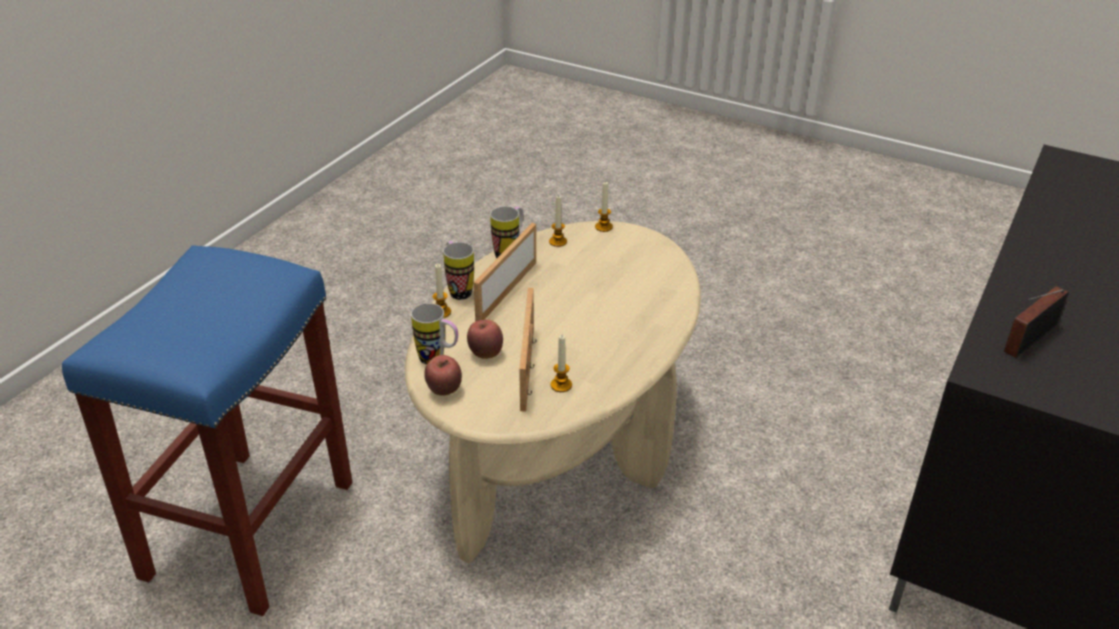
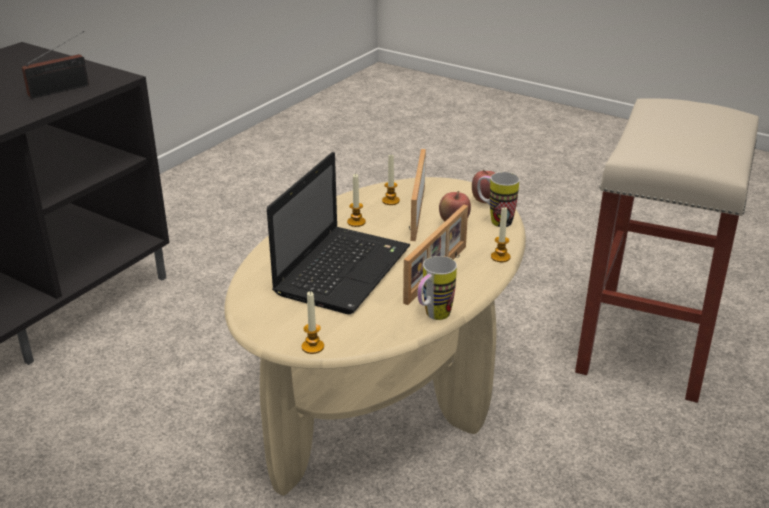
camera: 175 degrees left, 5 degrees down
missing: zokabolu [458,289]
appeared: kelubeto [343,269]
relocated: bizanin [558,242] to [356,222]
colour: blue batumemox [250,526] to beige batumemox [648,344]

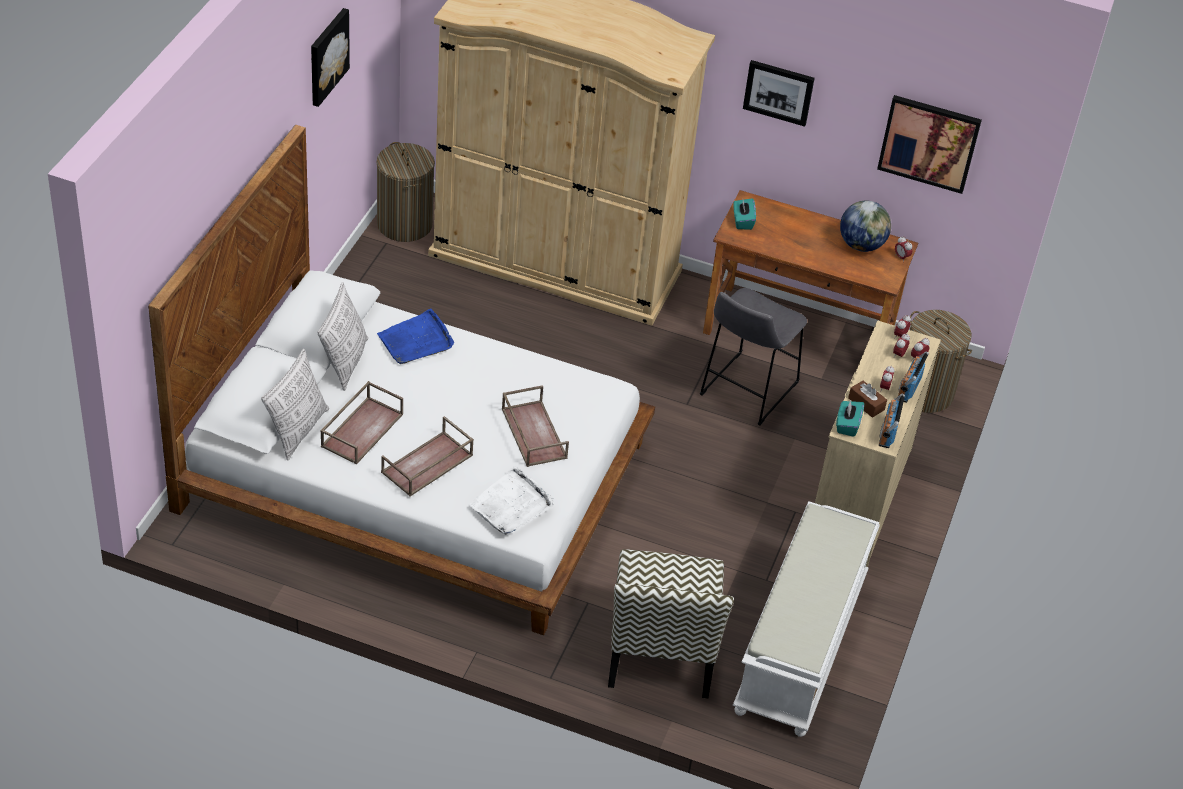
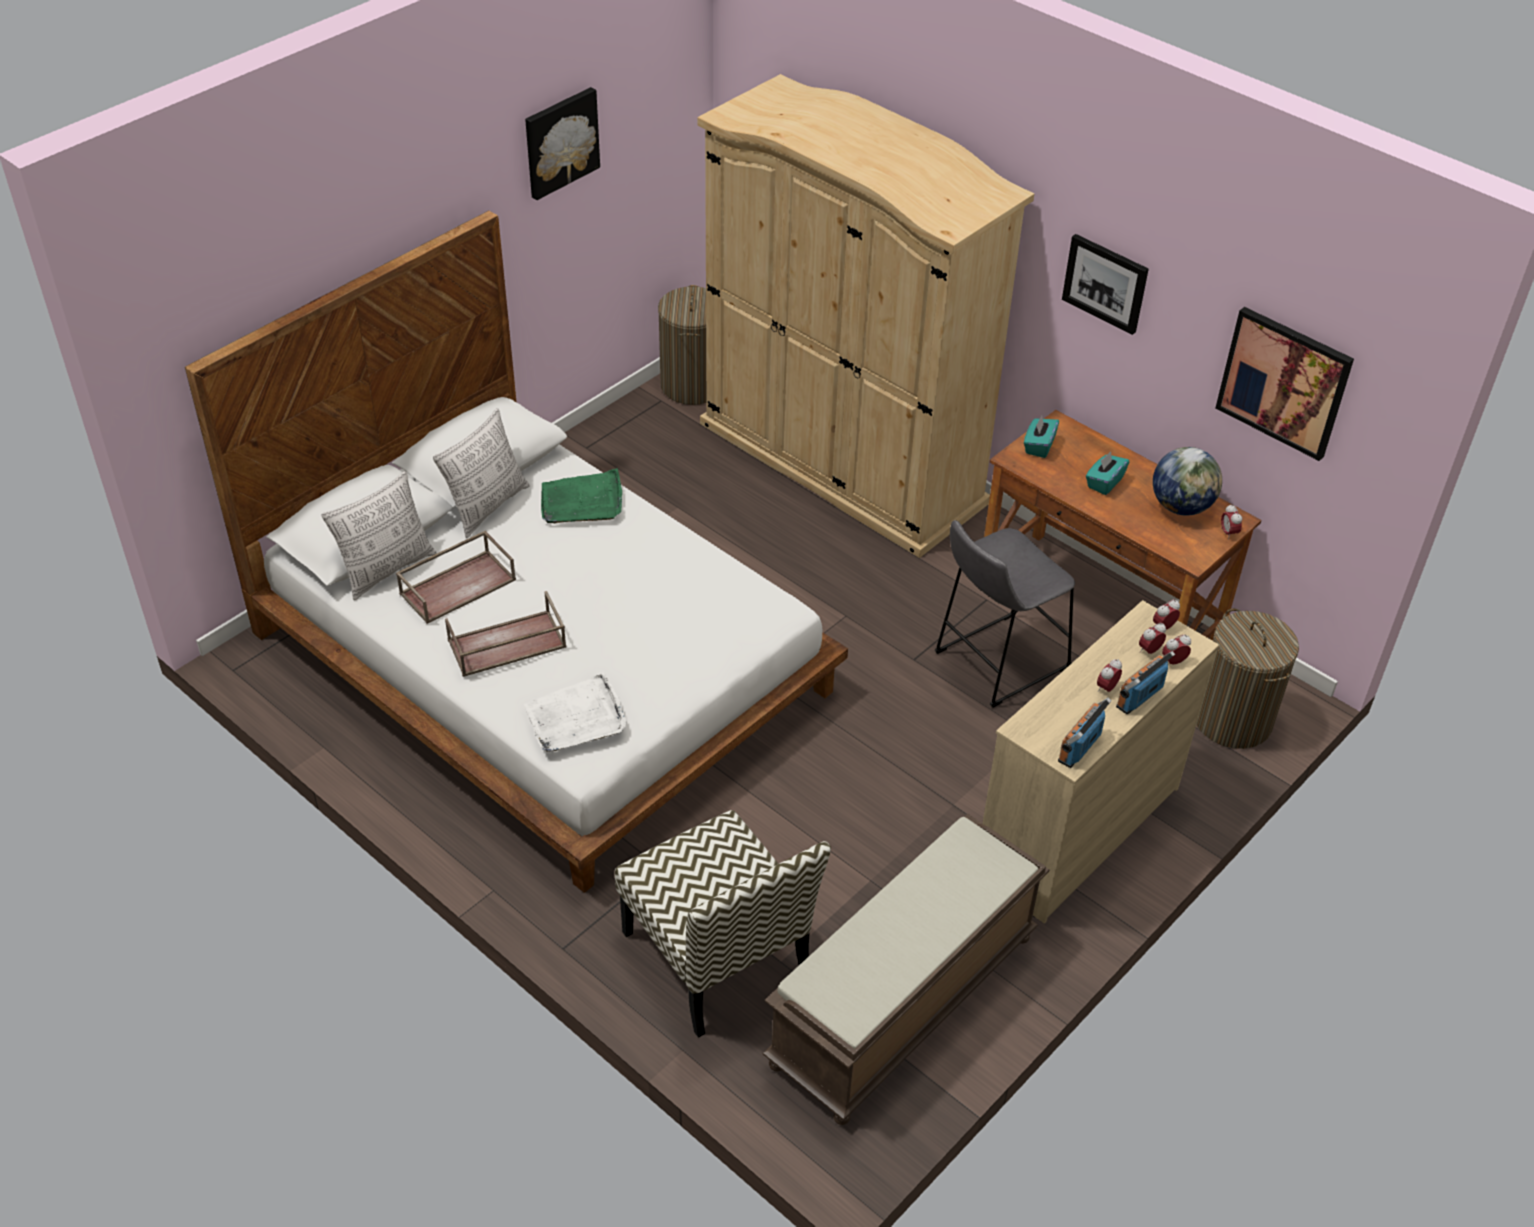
camera: 25 degrees right, 0 degrees up
missing: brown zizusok [533,433]; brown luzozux [866,404]
relocated: turquoise luzozux [847,425] to [1104,483]
colour: blue zizusok [416,341] to green zizusok [582,501]; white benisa [801,646] to brown benisa [903,1003]
spun: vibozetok [661,651] = [718,956] 60 degrees counterclockwise

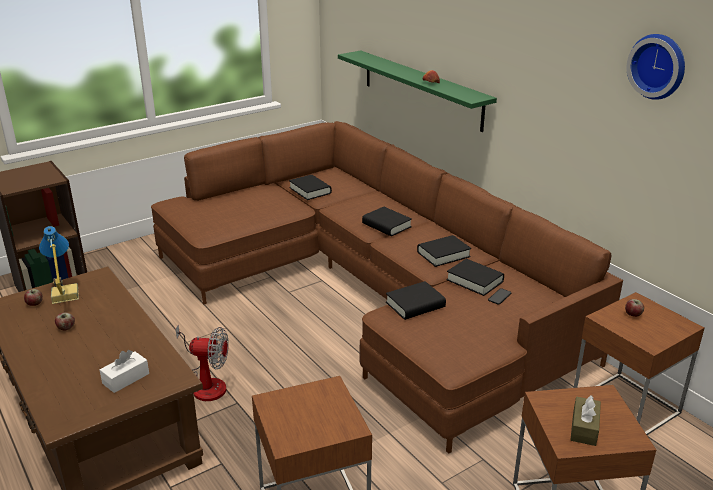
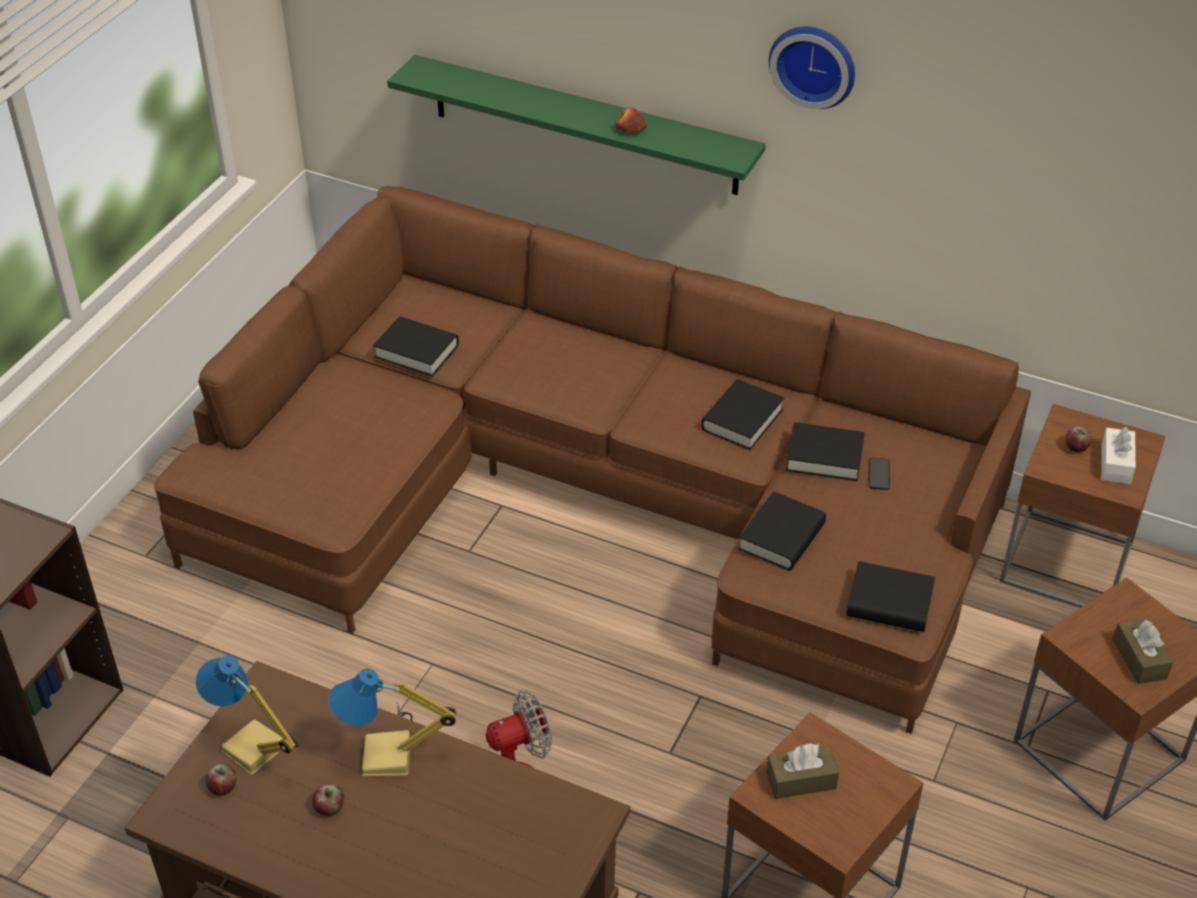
camera: 30 degrees left, 15 degrees up
appeared: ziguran [387,758]; brown luzozux [801,780]
relocated: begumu [658,66] to [814,64]; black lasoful [386,225] to [889,603]; white luzozux [126,378] to [1115,464]

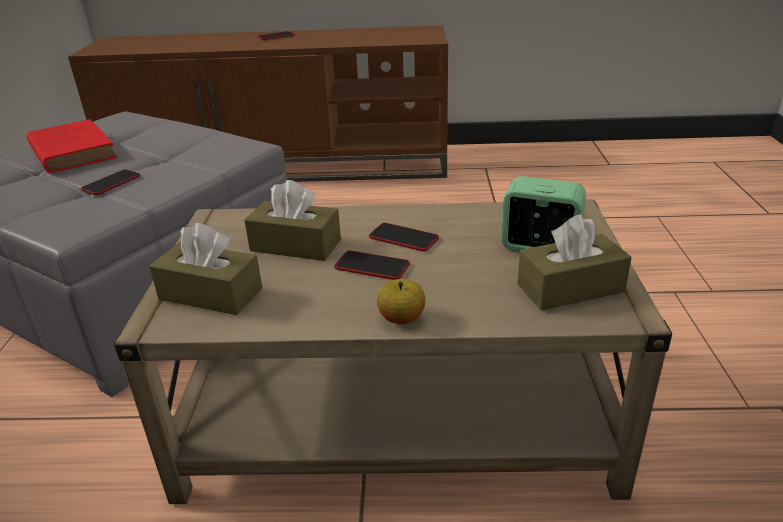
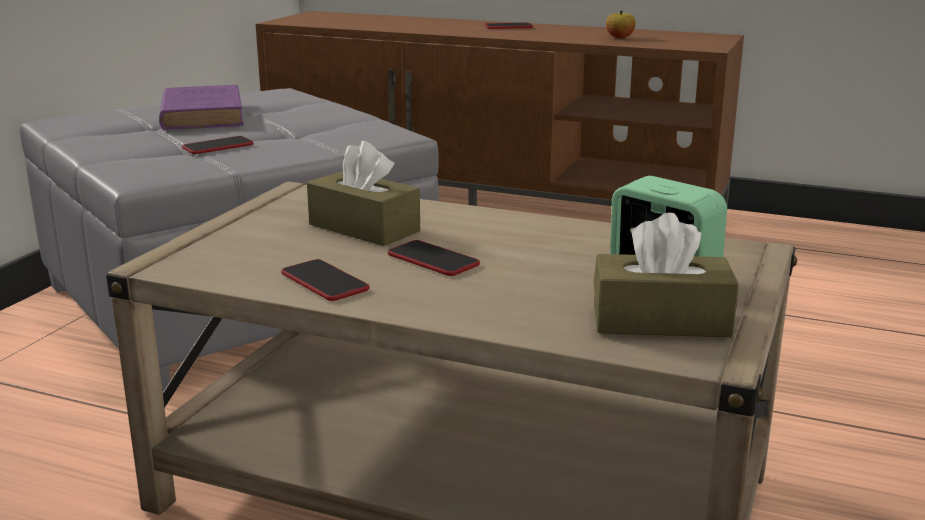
camera: 20 degrees right, 10 degrees down
missing: brown luzozux [210,294]
relocated: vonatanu [403,238] to [324,282]; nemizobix [401,319] to [619,37]
colour: red lasoful [72,151] to purple lasoful [202,114]

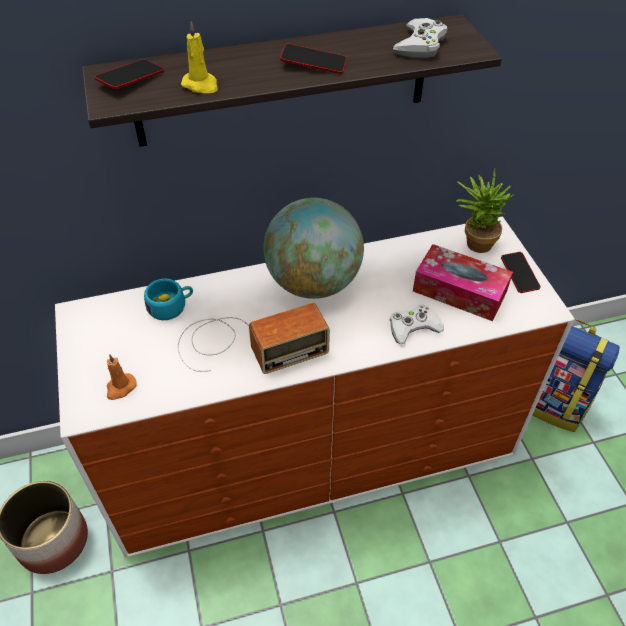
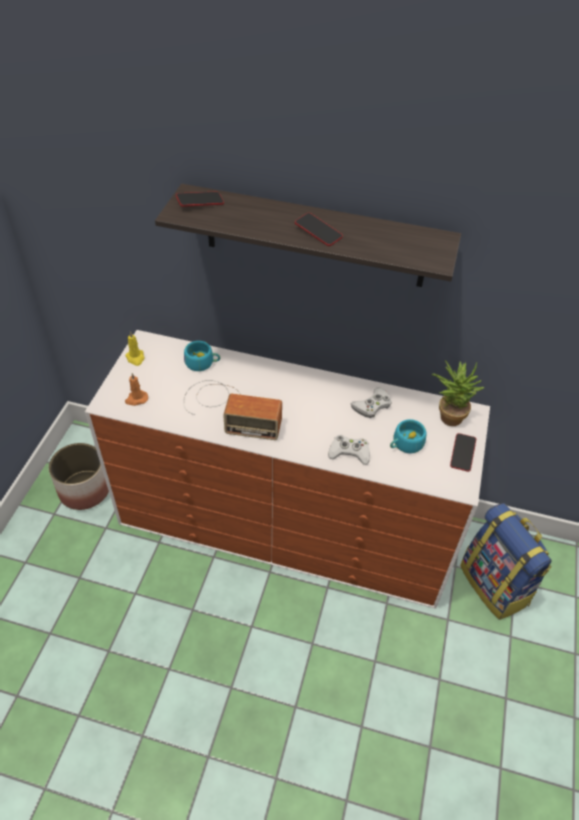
camera: 30 degrees right, 0 degrees up
missing: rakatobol [313,283]
relocated: yellow bizanin [201,85] to [135,358]; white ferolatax [420,45] to [372,406]
exchanged: luzozux [459,291] to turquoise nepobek [405,444]

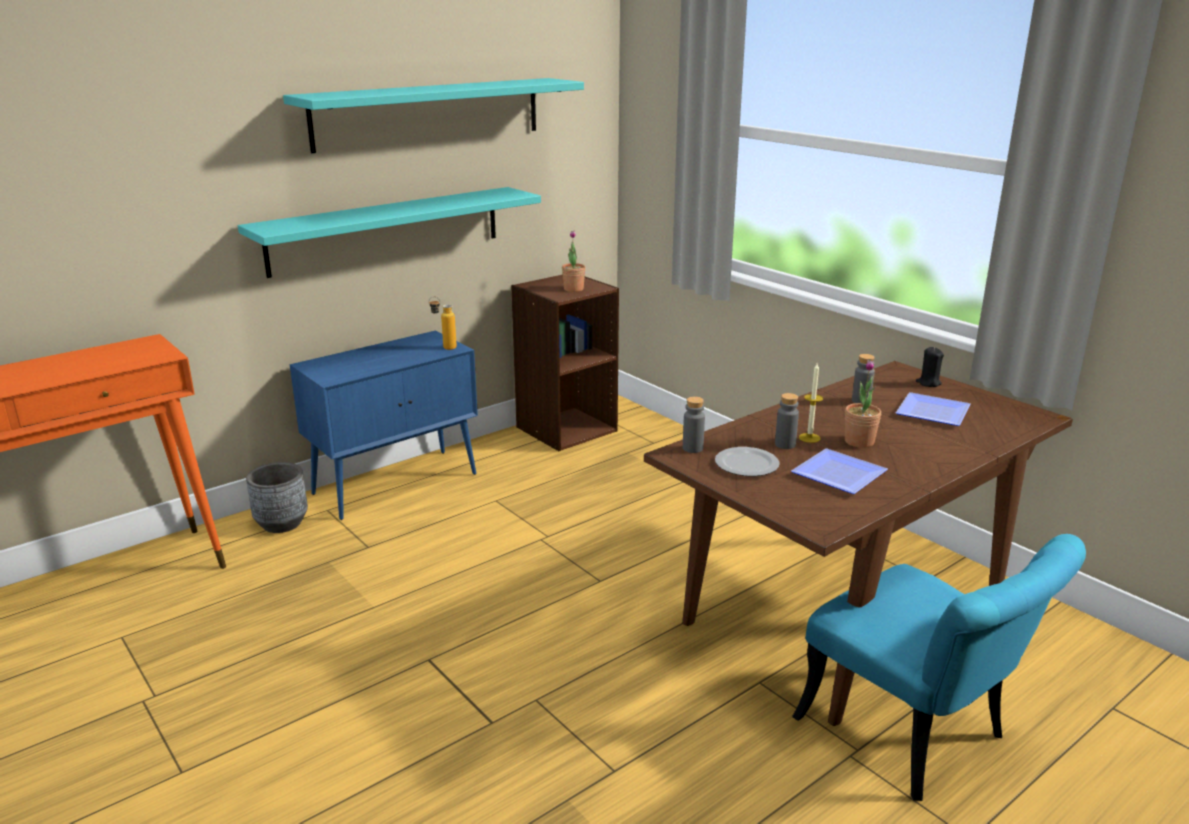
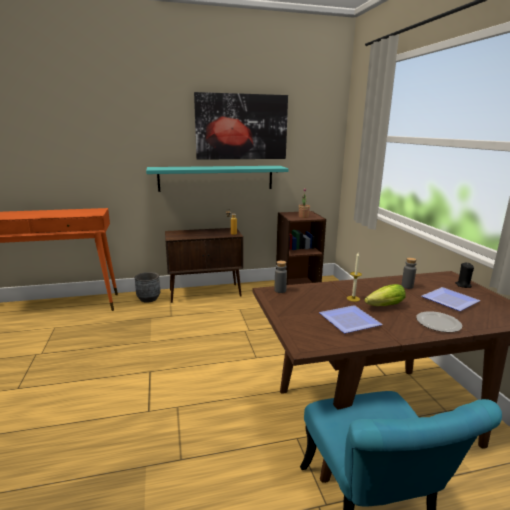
camera: 25 degrees right, 5 degrees down
missing: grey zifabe [785,444]
relocated: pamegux [746,465] to [437,323]
exchanged: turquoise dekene [429,113] to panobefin [241,127]; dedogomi [859,442] to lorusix [382,306]
colour: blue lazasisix [397,483] to brown lazasisix [205,293]

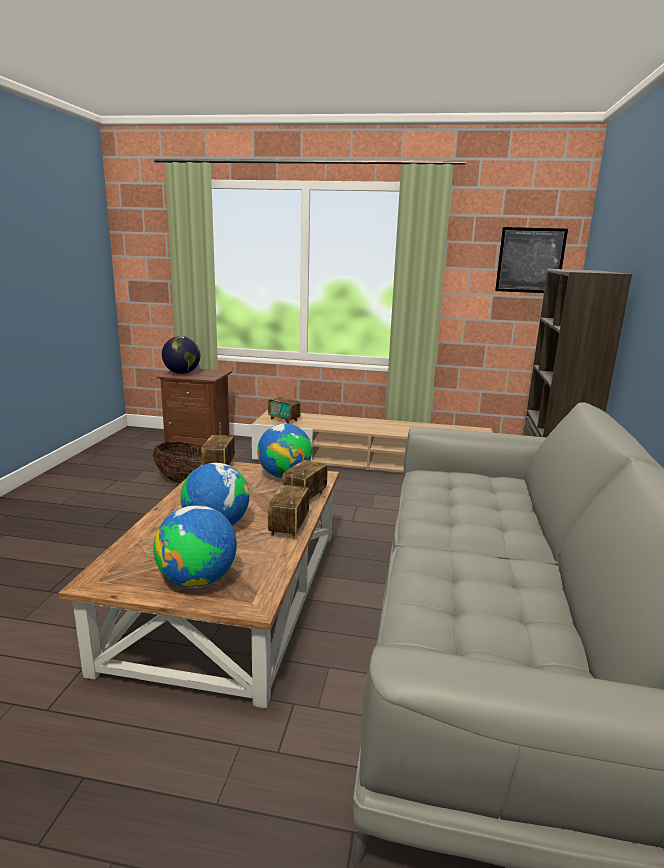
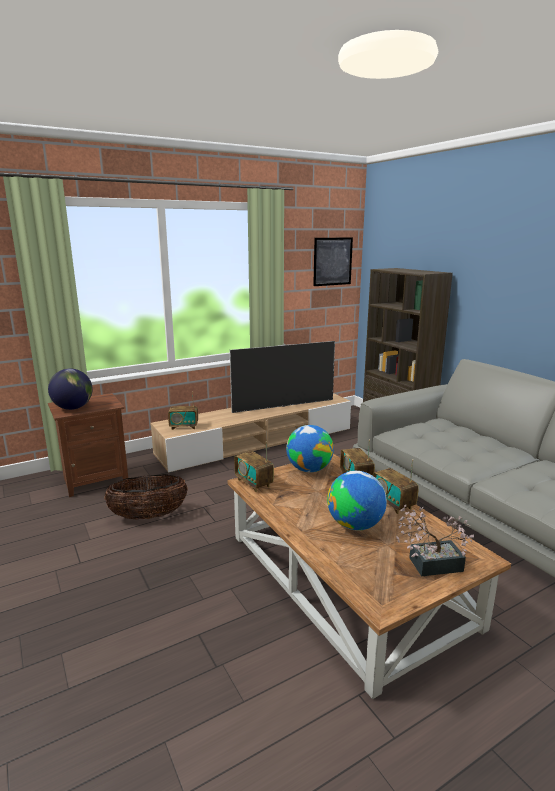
camera: 40 degrees left, 0 degrees up
appeared: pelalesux [283,406]
exchanged: rakatobol [198,580] to dedogomi [429,564]

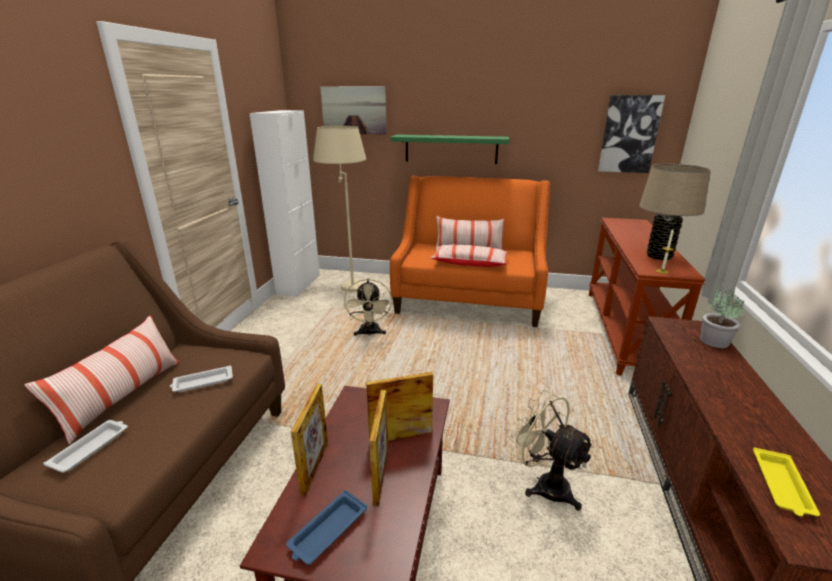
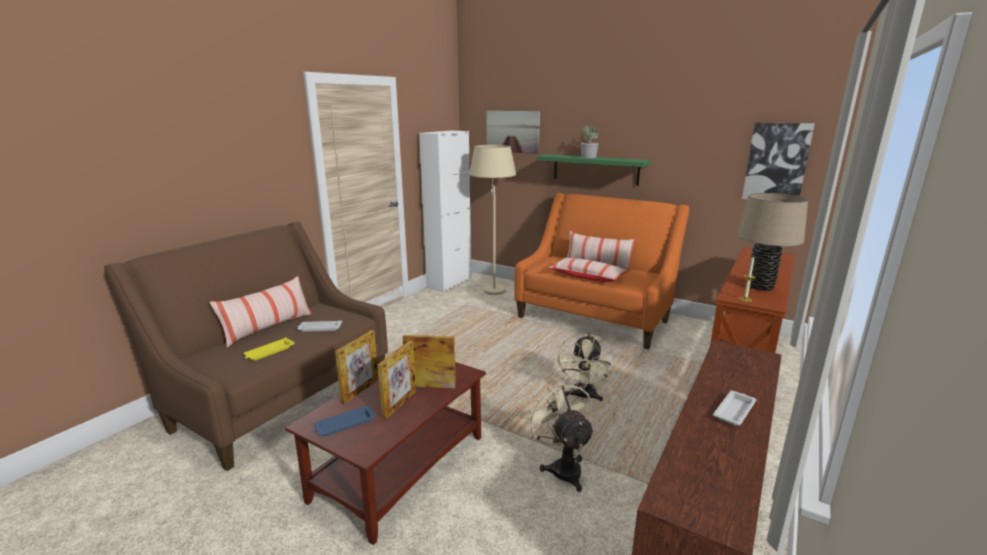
camera: 20 degrees right, 5 degrees down
relocated: yellow zizusok [781,486] to [269,352]; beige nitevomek [369,333] to [583,396]; dedogomi [713,341] to [588,157]; white zizusok [91,447] to [734,411]

